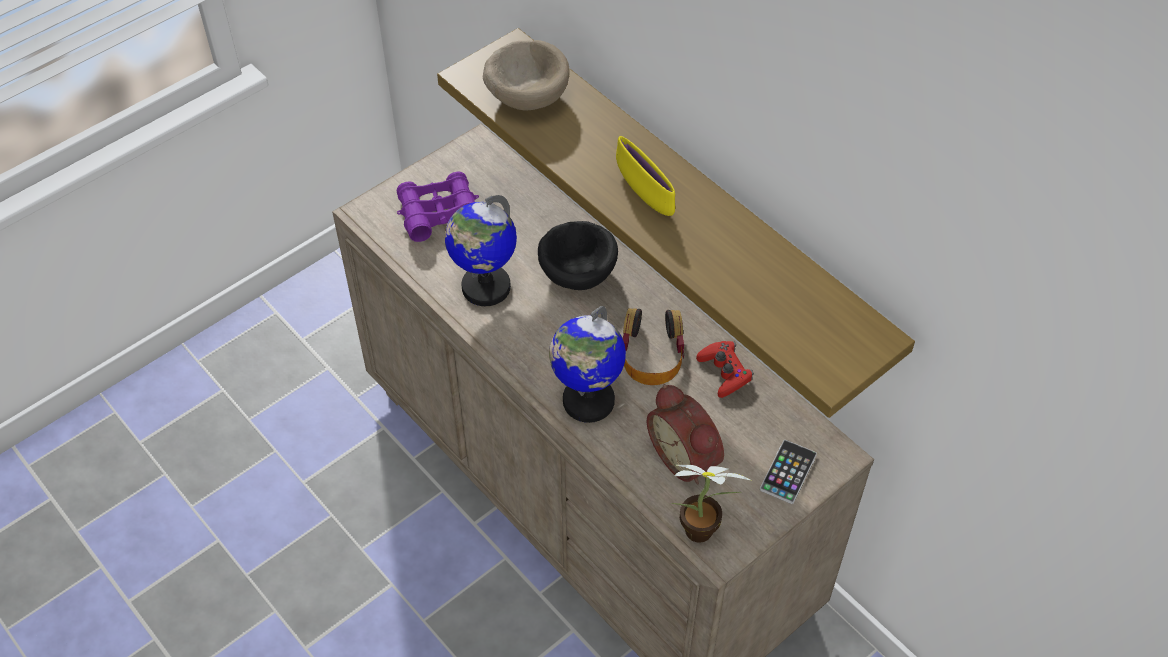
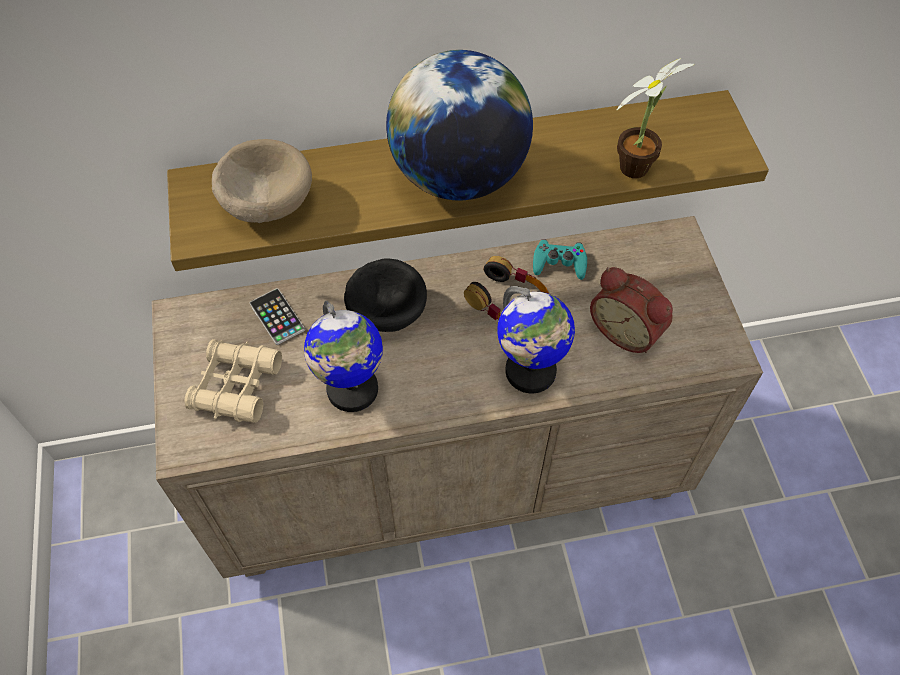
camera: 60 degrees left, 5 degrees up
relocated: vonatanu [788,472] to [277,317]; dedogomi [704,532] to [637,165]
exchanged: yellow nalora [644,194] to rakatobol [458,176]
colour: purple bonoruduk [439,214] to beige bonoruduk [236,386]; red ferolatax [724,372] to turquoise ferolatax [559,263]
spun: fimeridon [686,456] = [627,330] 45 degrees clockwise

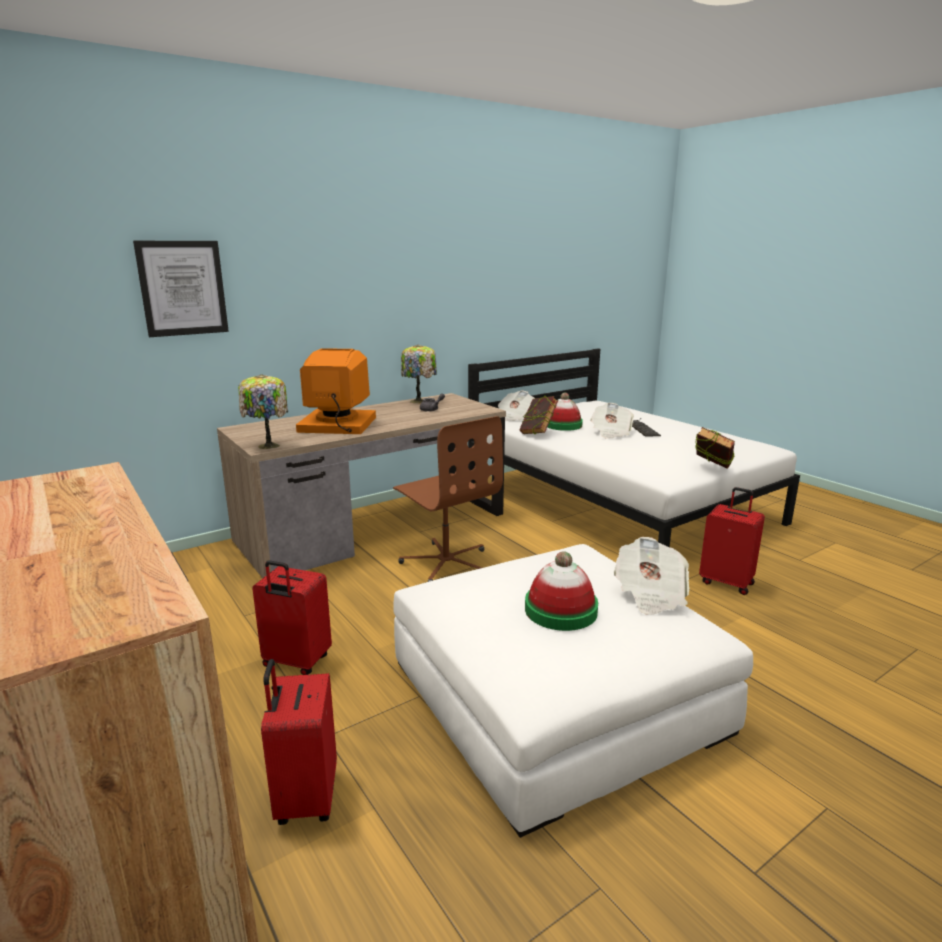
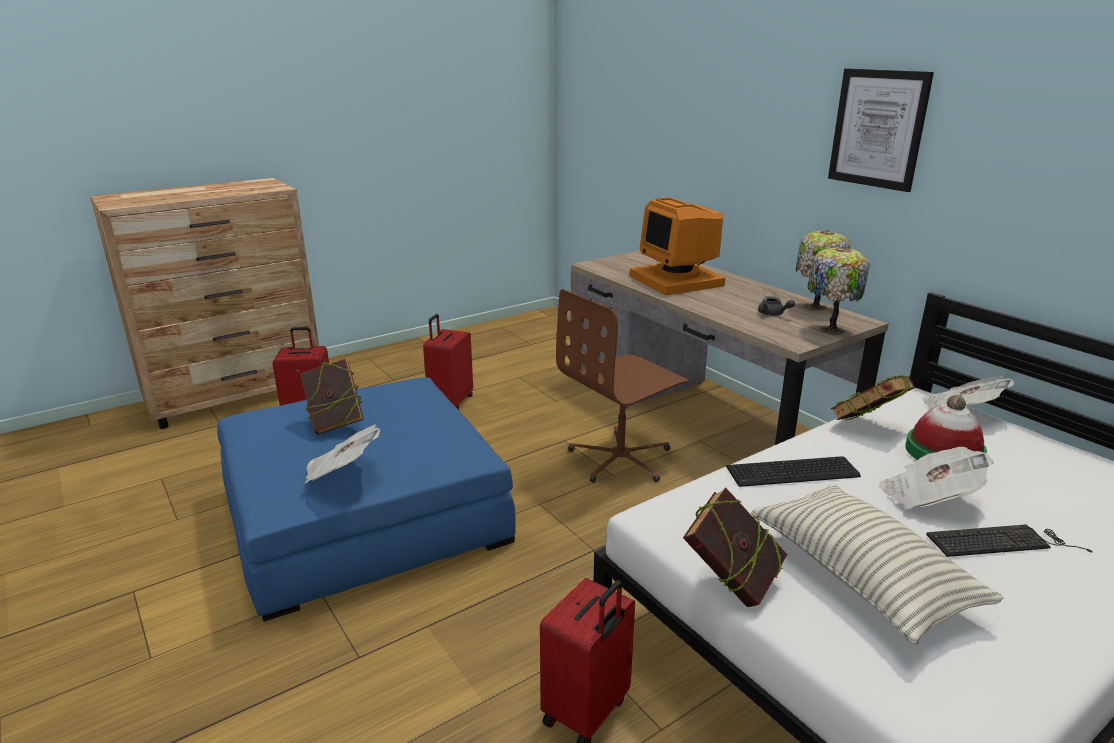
camera: 90 degrees right, 5 degrees up
appeared: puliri [794,473]; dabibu [861,577]
relocated: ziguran [267,446] to [830,330]; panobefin [182,288] to [878,129]
exchanged: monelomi [560,610] to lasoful [335,424]
colour: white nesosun [554,698] to blue nesosun [364,515]
spun: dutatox [337,425] = [678,280] 150 degrees clockwise

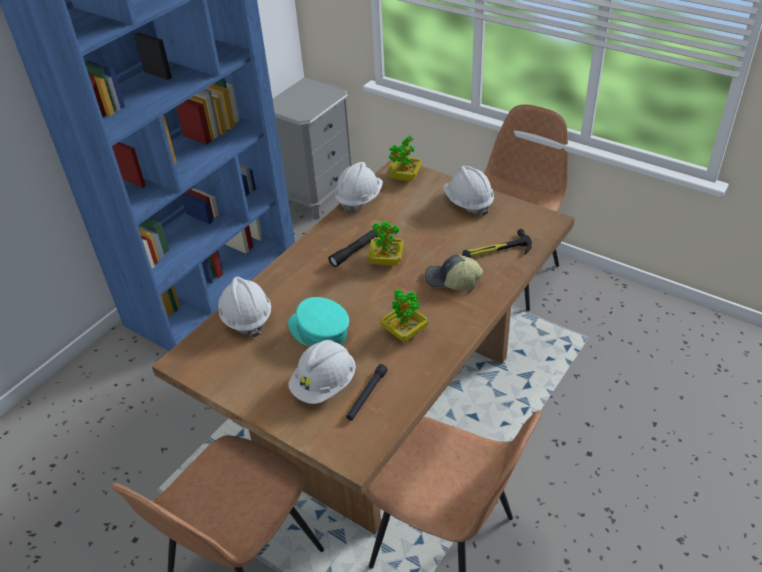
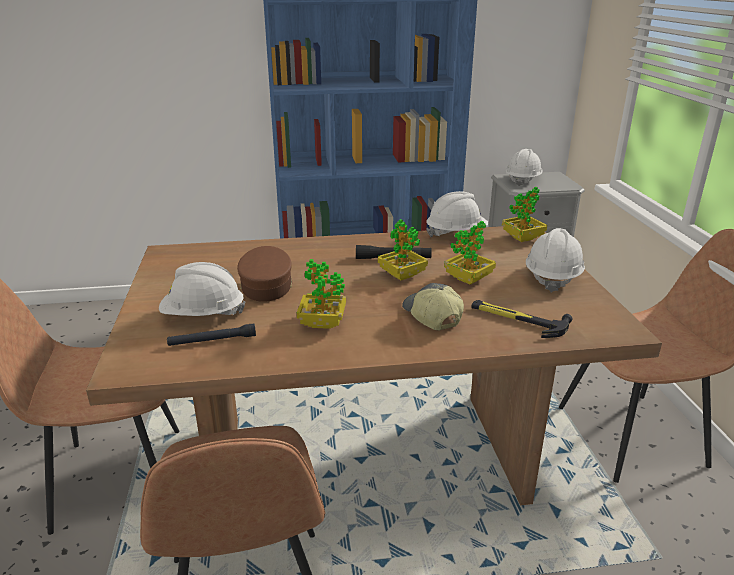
camera: 45 degrees right, 15 degrees down
appeared: dedogomi [468,279]
relocated: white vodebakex [246,317] to [522,180]
colour: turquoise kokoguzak [319,332] to brown kokoguzak [266,286]

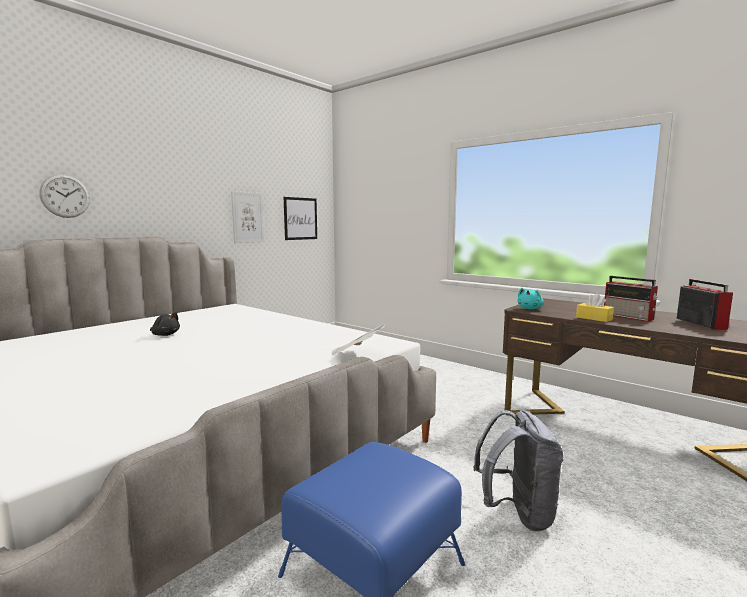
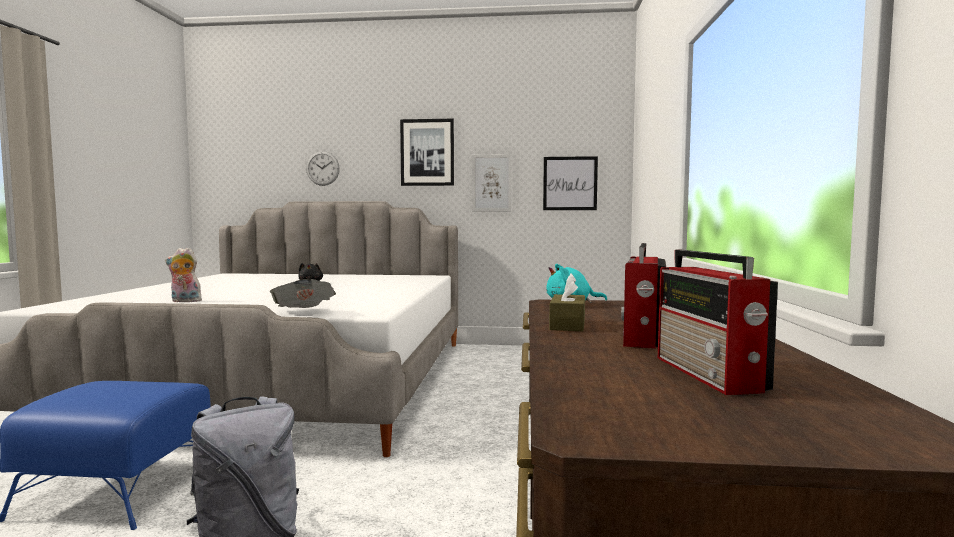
camera: 55 degrees right, 5 degrees down
appeared: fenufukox [184,301]; panobefin [427,152]
colour: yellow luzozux [594,318] to brown luzozux [567,325]
spun: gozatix [700,323] = [709,374] 120 degrees clockwise

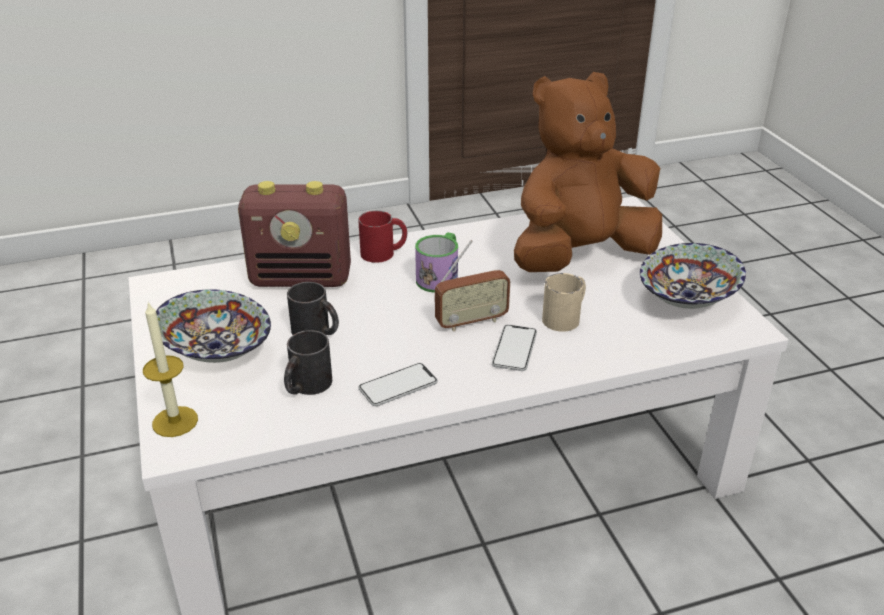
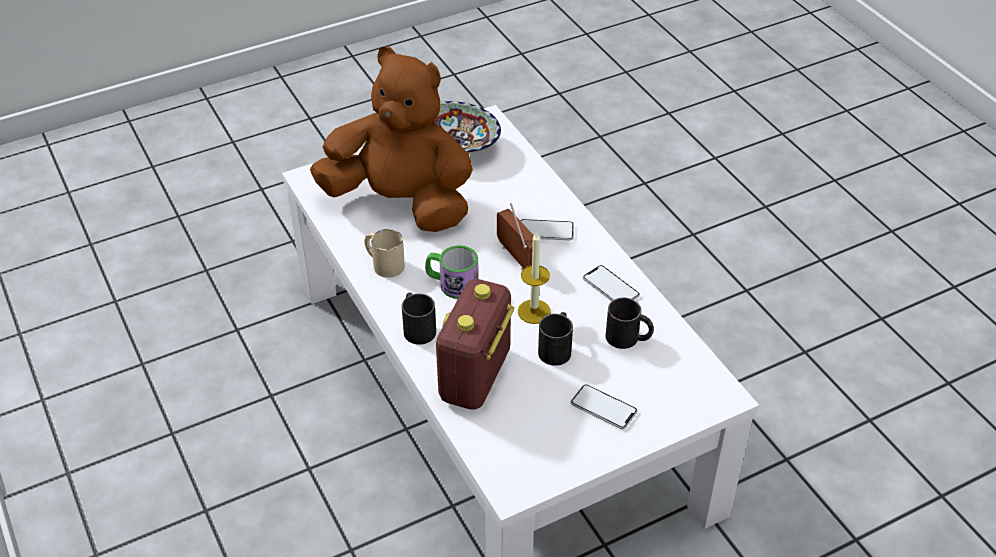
camera: 100 degrees left, 10 degrees up
relocated: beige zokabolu [565,317] to [383,264]; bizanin [175,421] to [534,311]
exchanged: nalora [215,351] to vonatanu [603,407]
colour: red zokabolu [384,252] to black zokabolu [417,327]
spun: brown fenufukox [580,256] = [401,202] 150 degrees clockwise; gozatix [302,278] = [475,377] 150 degrees counterclockwise

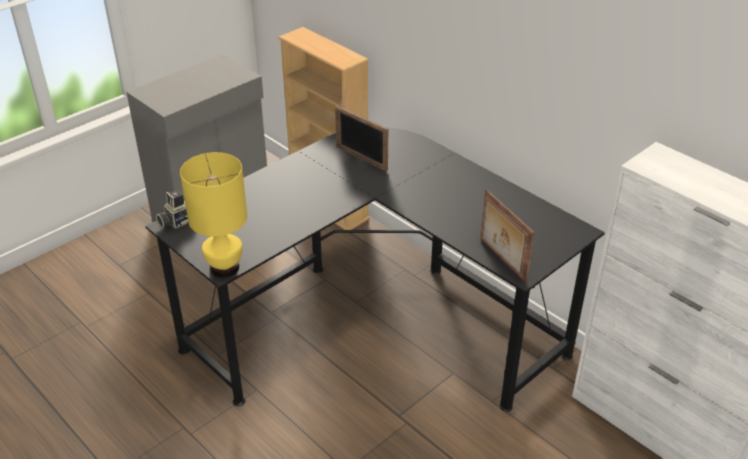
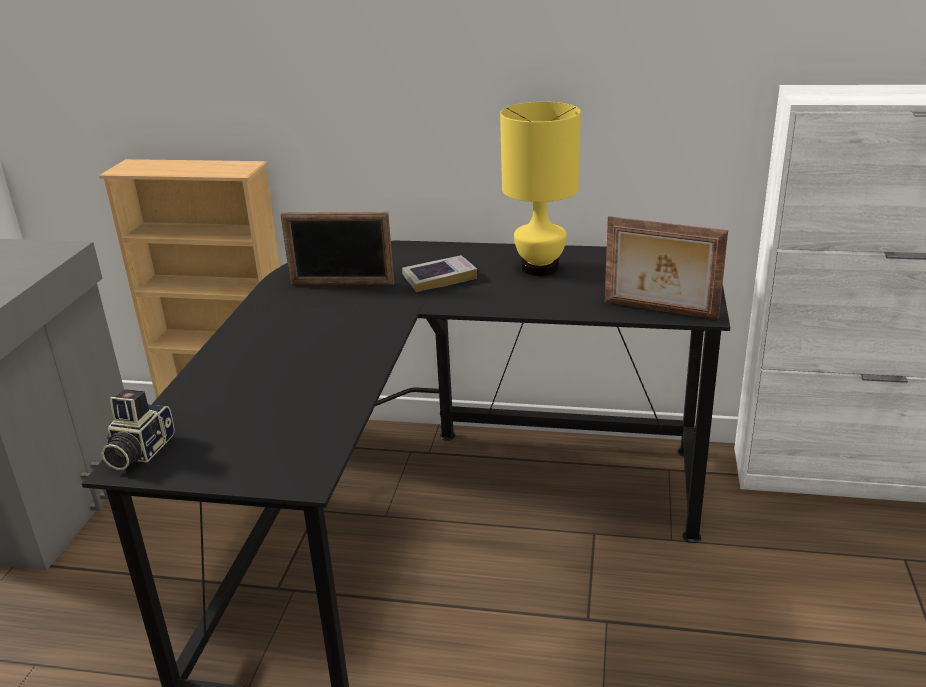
camera: 35 degrees left, 10 degrees down
appeared: lasoful [439,278]
relocated: yellow ziguran [225,267] to [540,267]

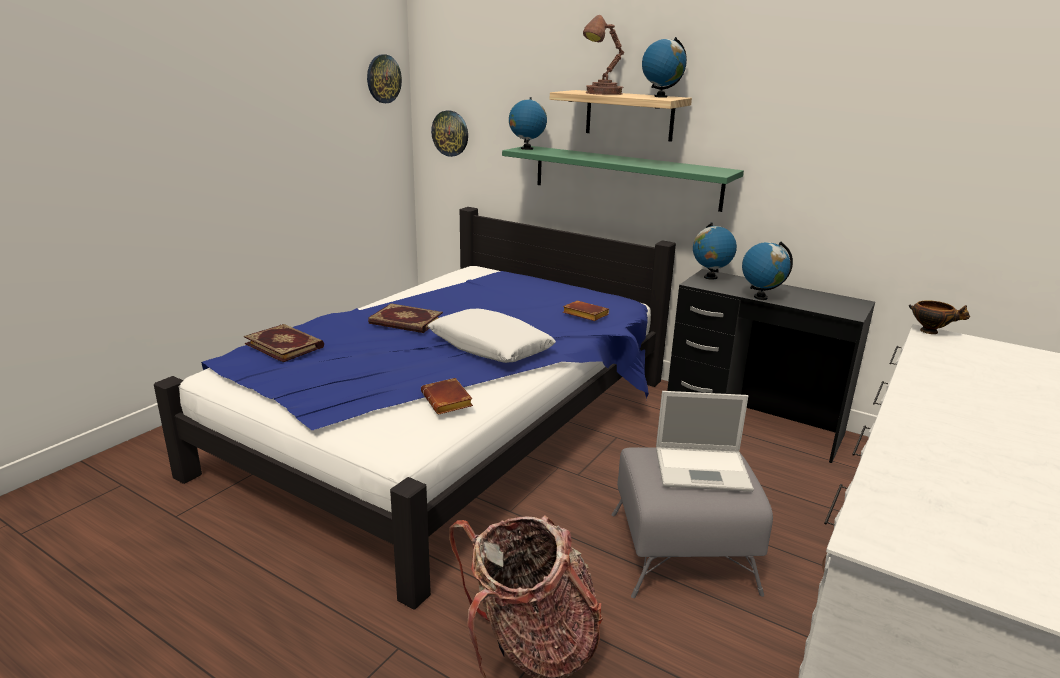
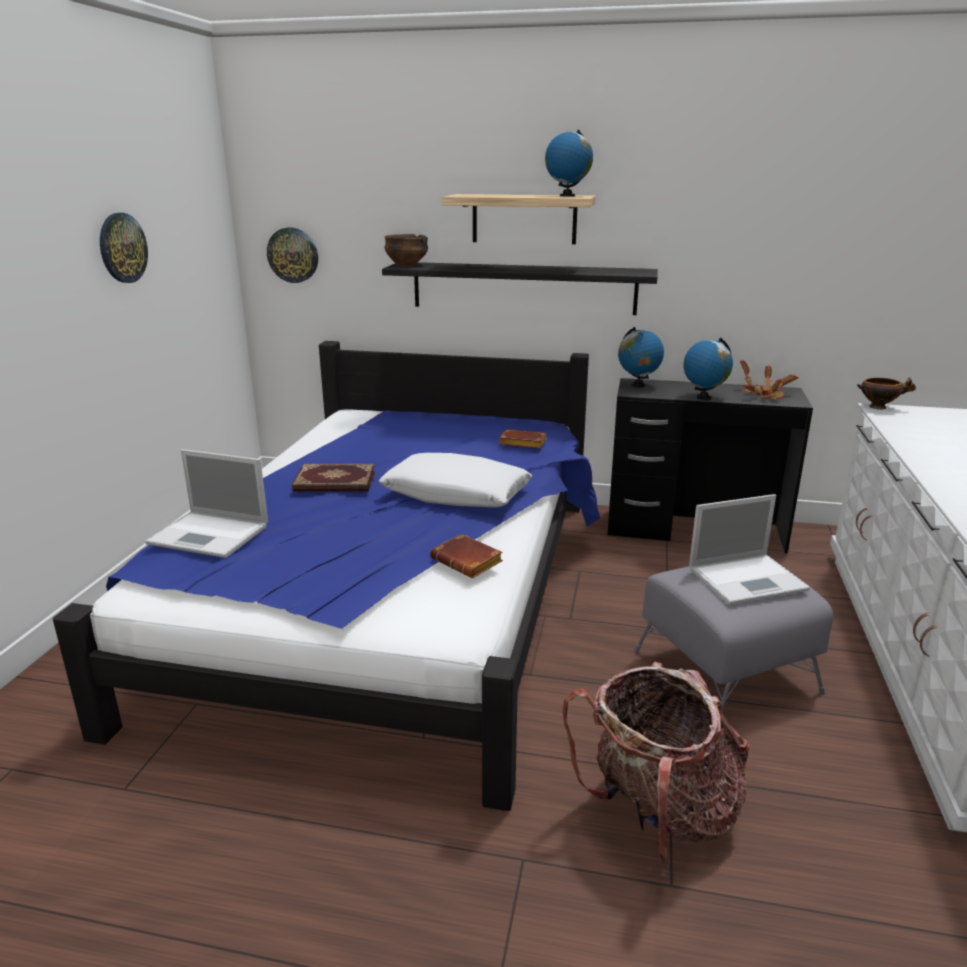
camera: 20 degrees left, 0 degrees up
missing: brown ziguran [602,93]
appeared: dedogomi [764,395]
relocated: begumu [383,79] to [122,248]
exchanged: lasoful [285,345] to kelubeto [211,535]; rakatobol [526,148] to nalora [406,265]
colour: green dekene [625,177] to black dekene [523,288]

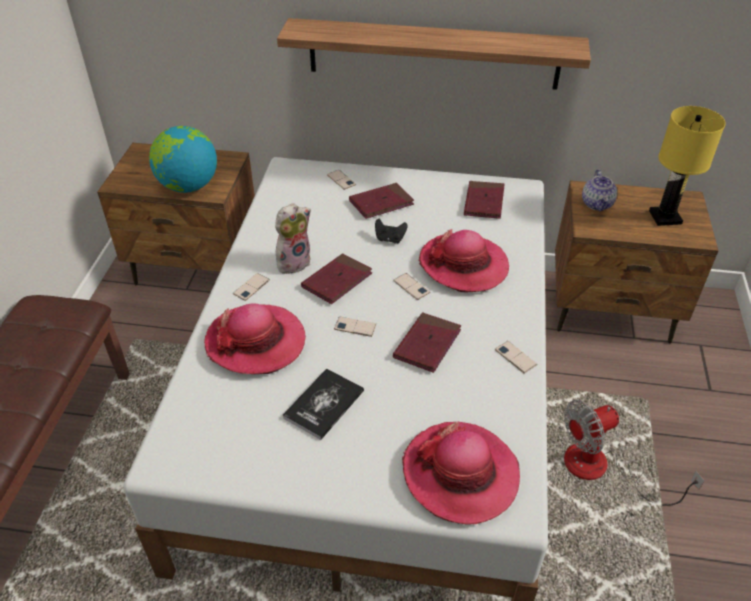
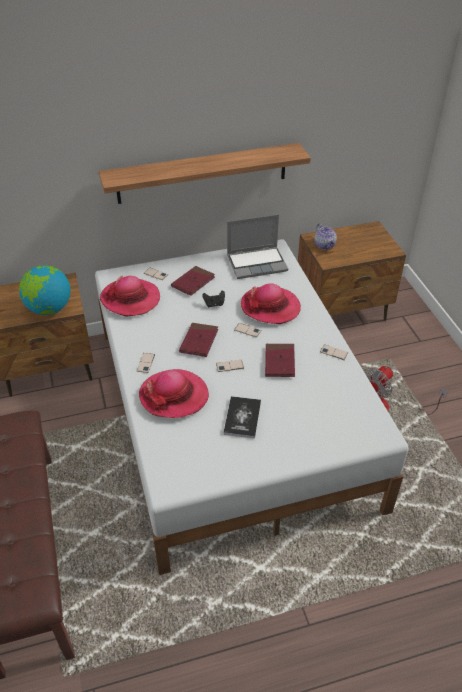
camera: 25 degrees left, 0 degrees up
missing: fenufukox [293,262]; yellow ziguran [665,217]
relocated: monelomi [460,474] to [130,299]
exchanged: red lasoful [484,202] to kelubeto [257,263]

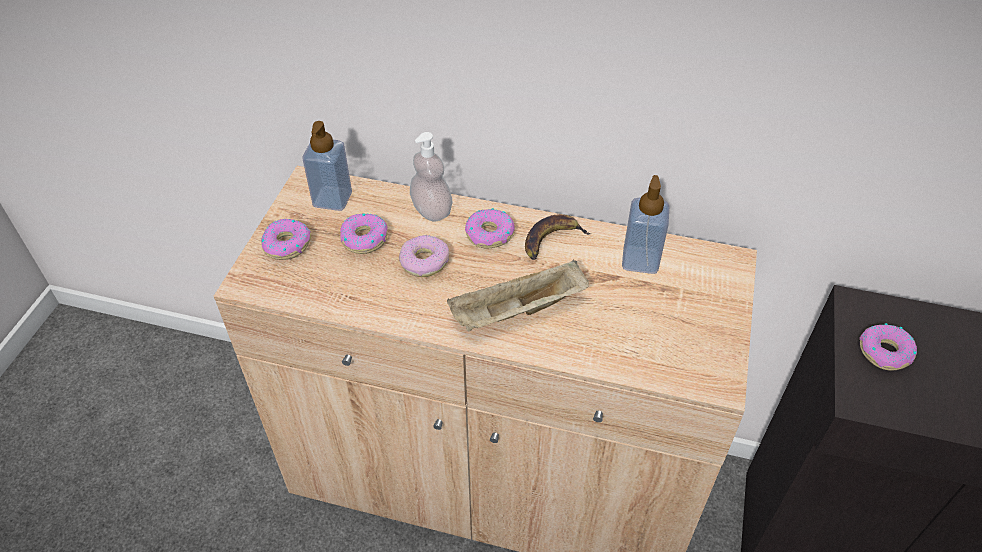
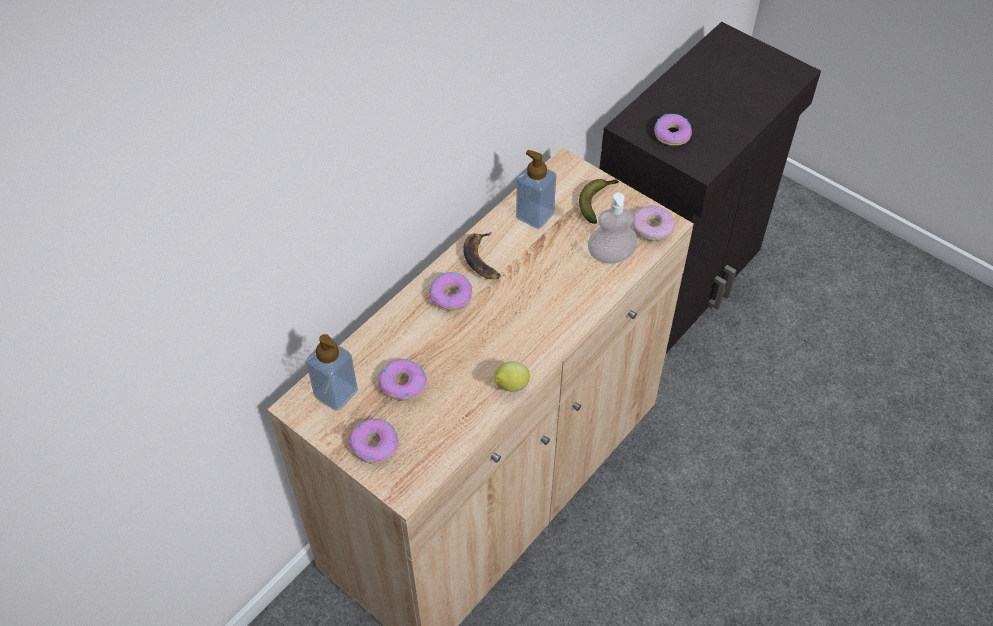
camera: 65 degrees left, 5 degrees up
missing: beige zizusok [517,312]
appeared: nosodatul [510,387]; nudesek [597,202]
relocated: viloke [431,210] to [611,255]; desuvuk [424,261] to [652,228]

